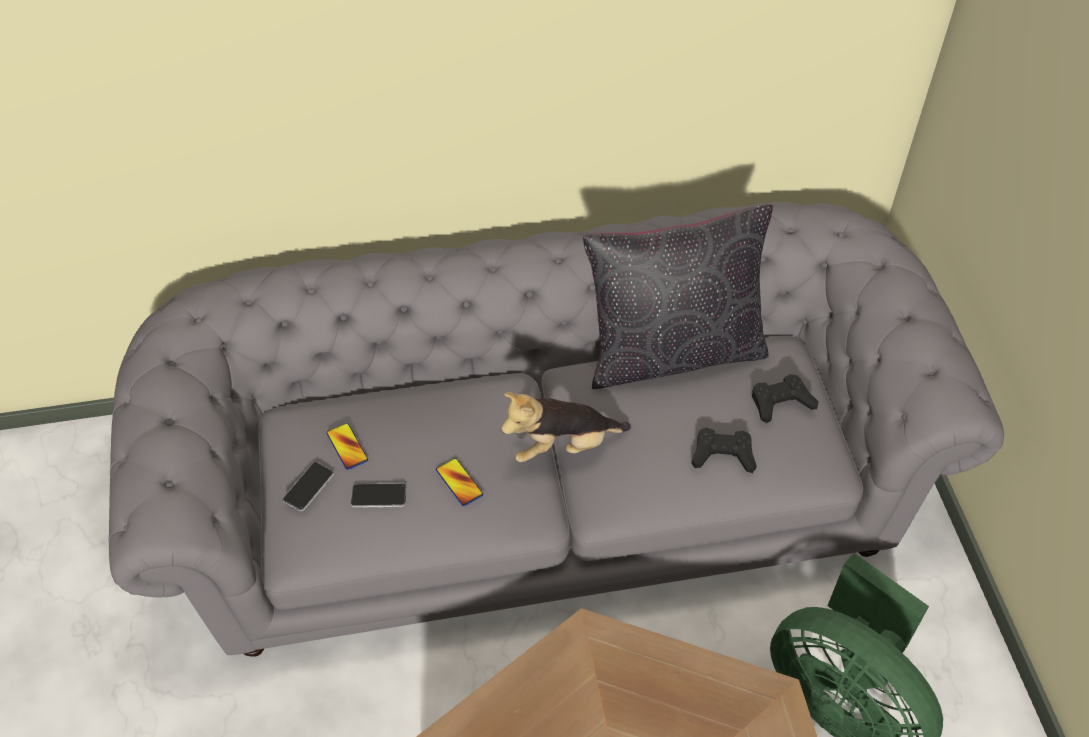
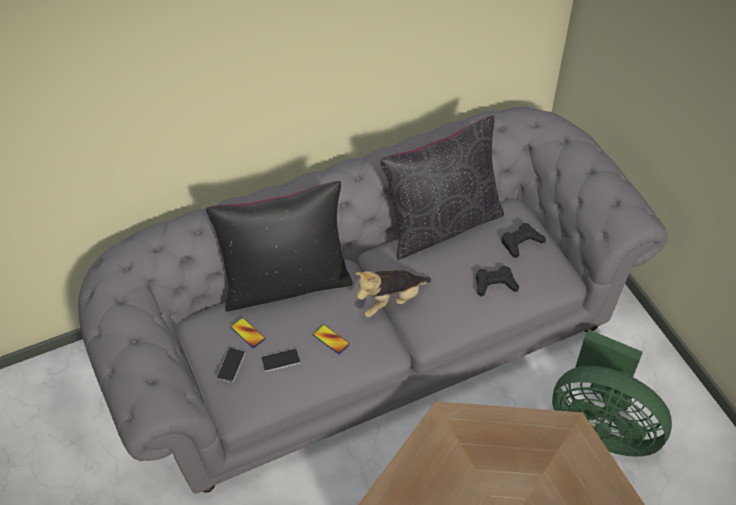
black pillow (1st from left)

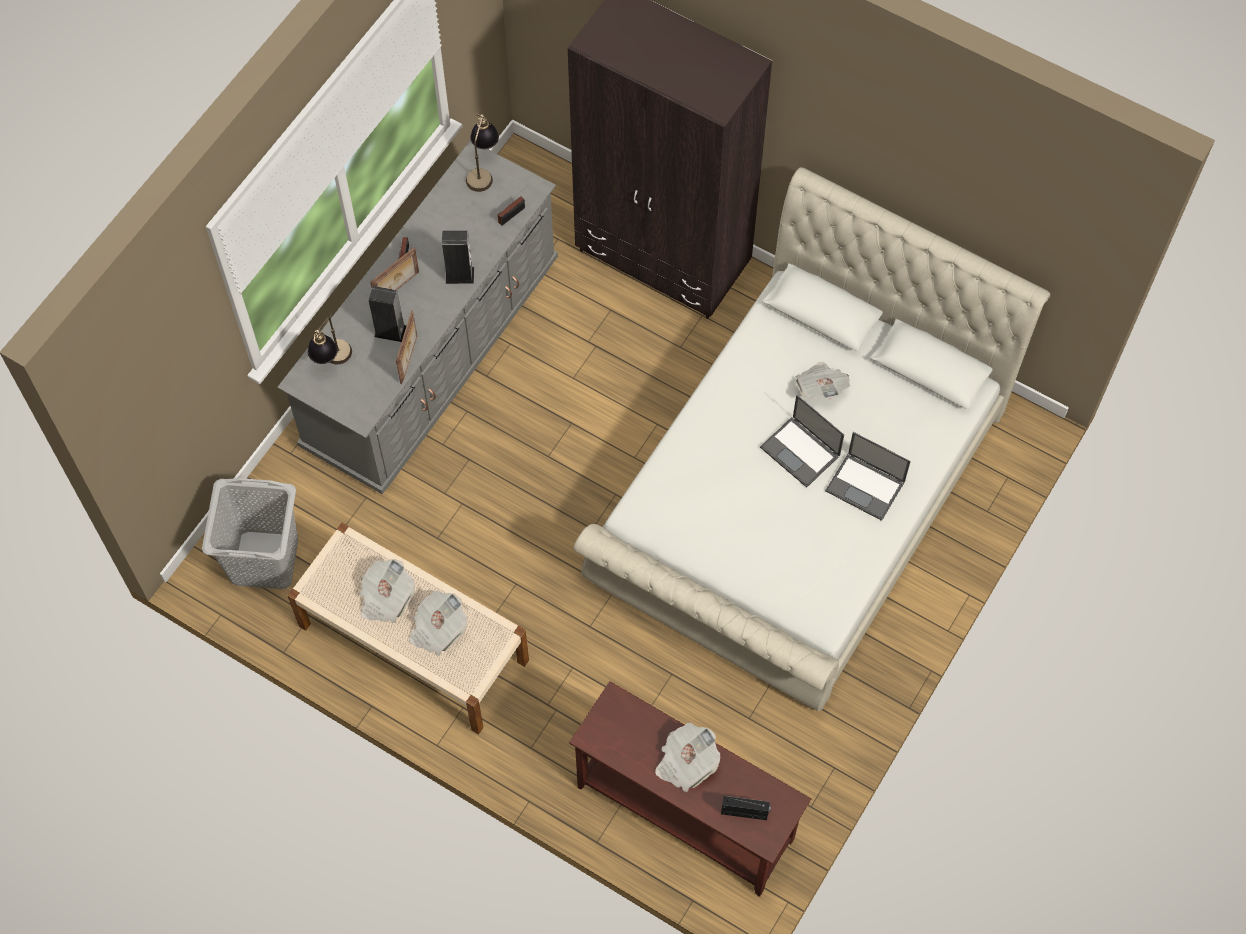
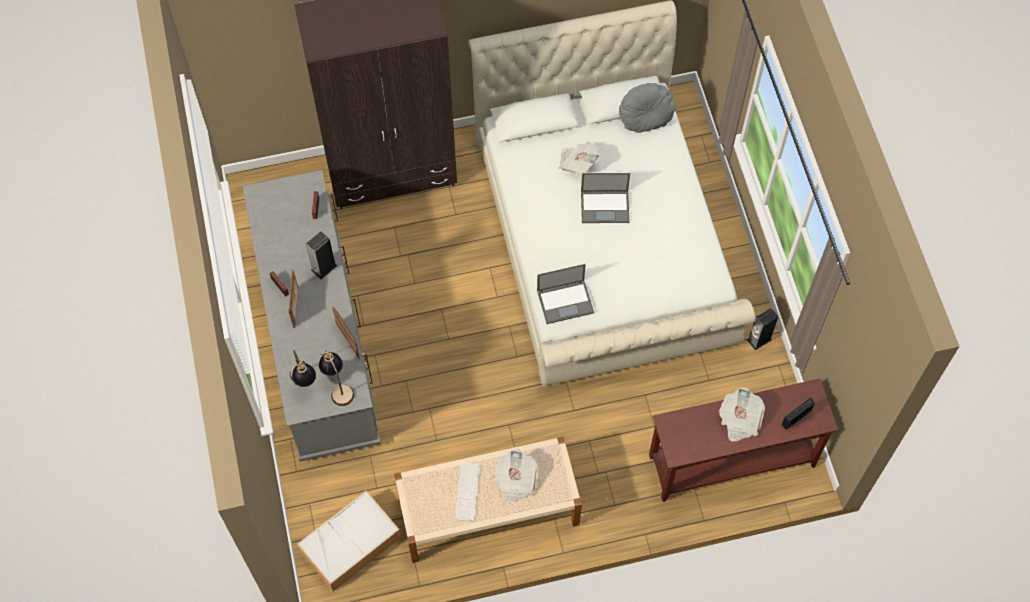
table lamp (2nd from left)
speaker (2nd from left)
laptop (1st from left)
storage box
keyboard
grey pillow

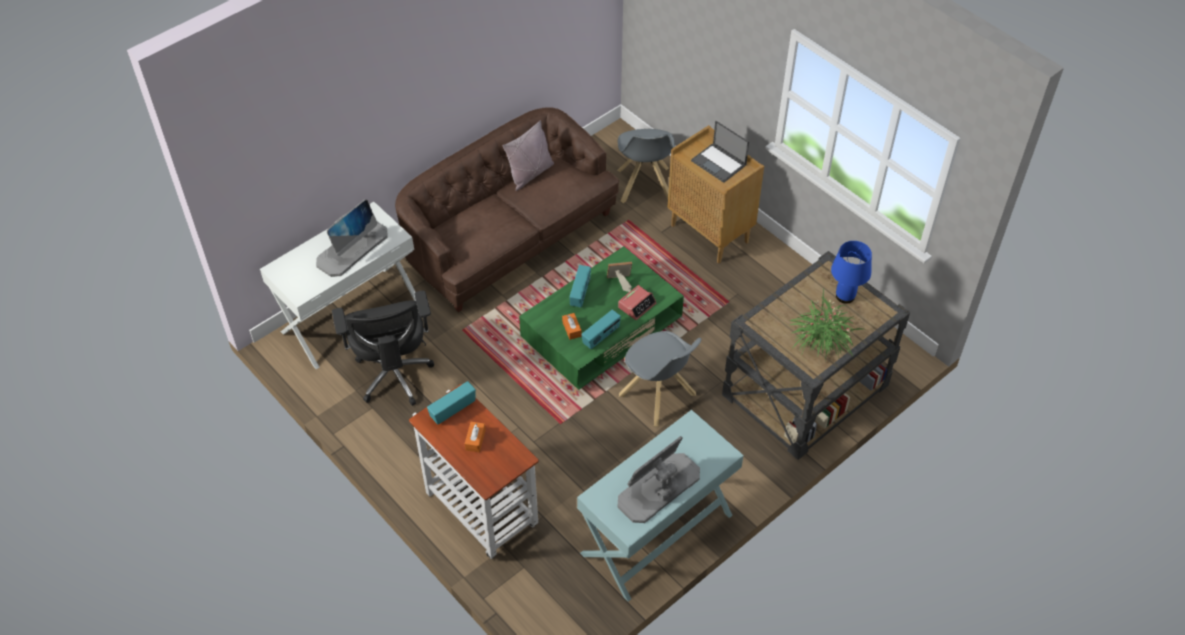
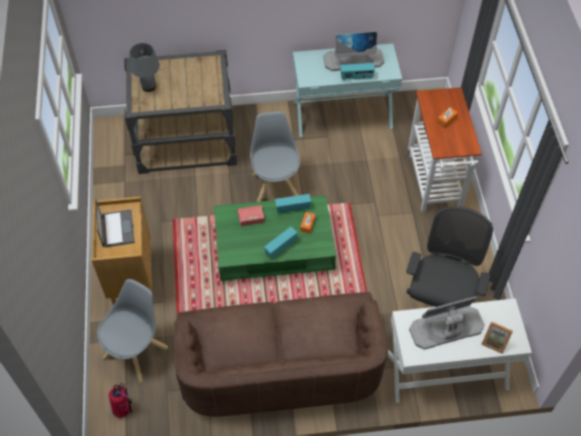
purple pillow
grey table lamp
picture frame
potted plant
radio (3rd from left)
fire extinguisher

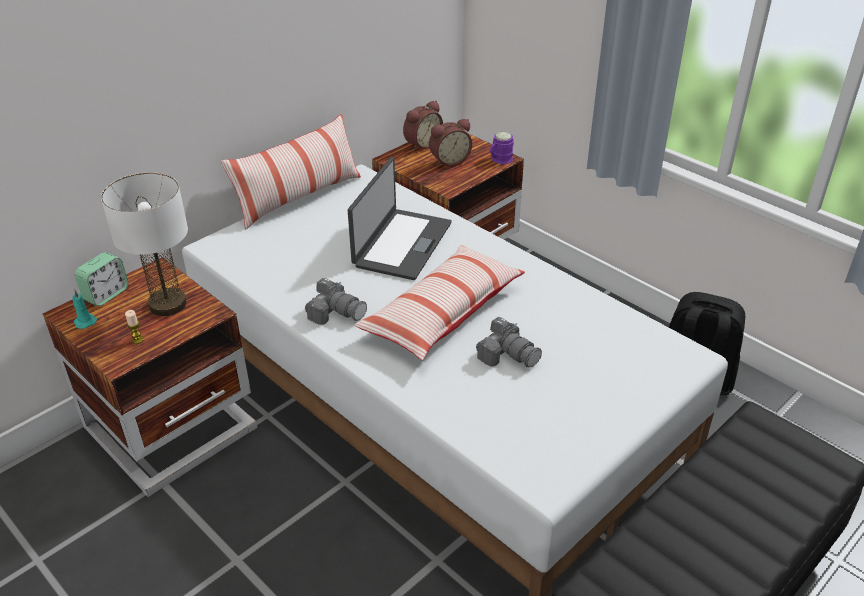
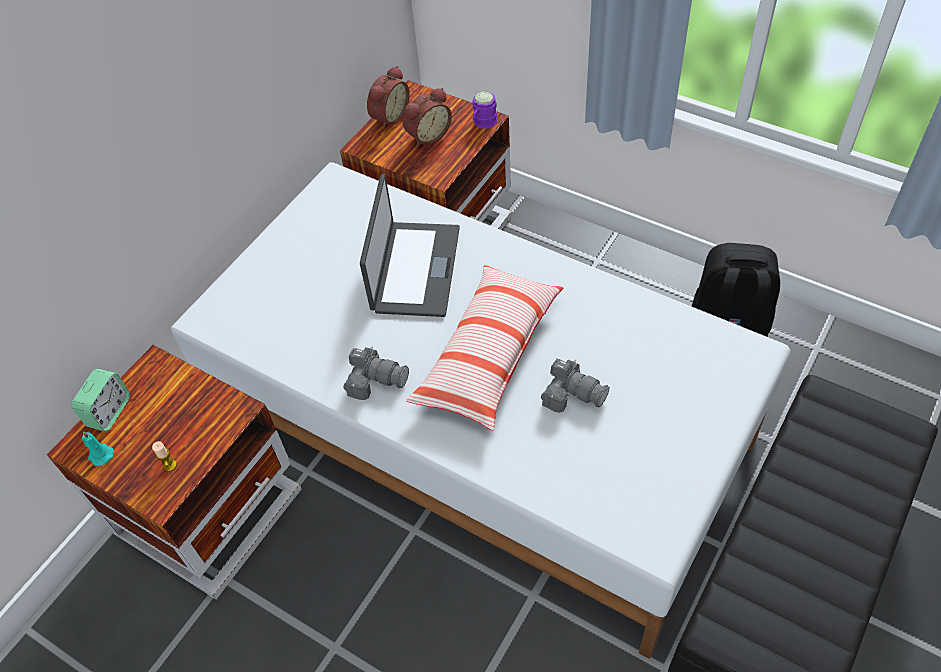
pillow (1st from left in the first image)
table lamp

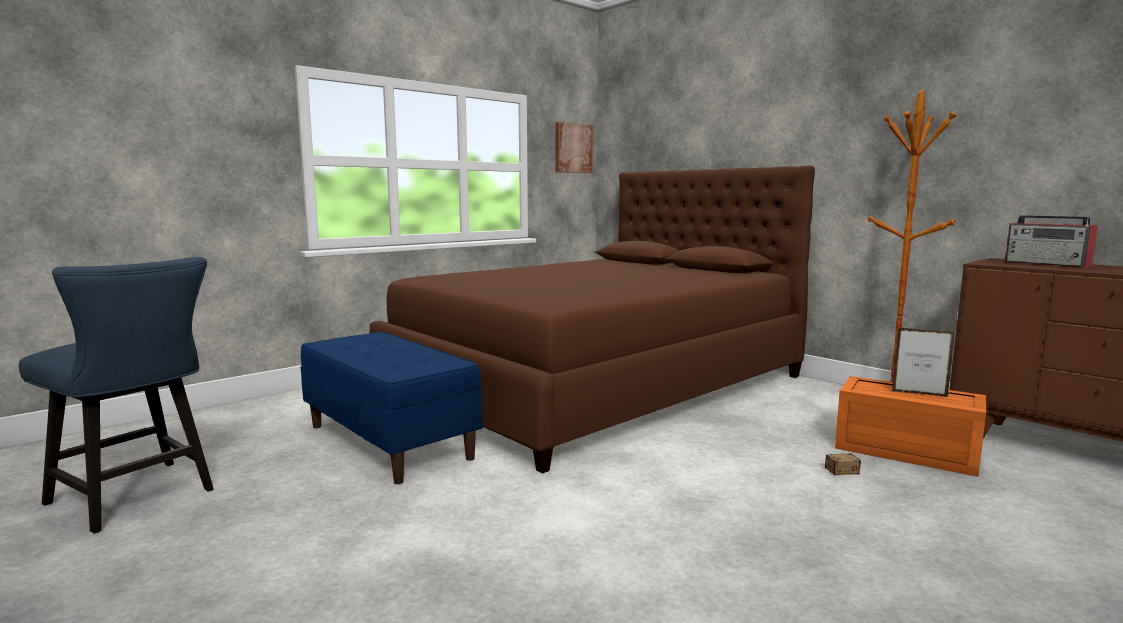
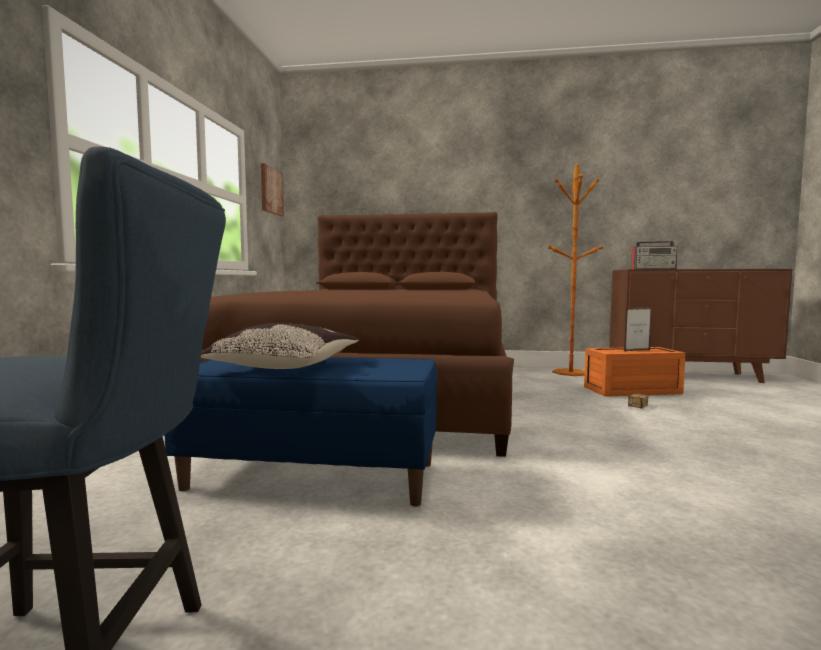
pillow

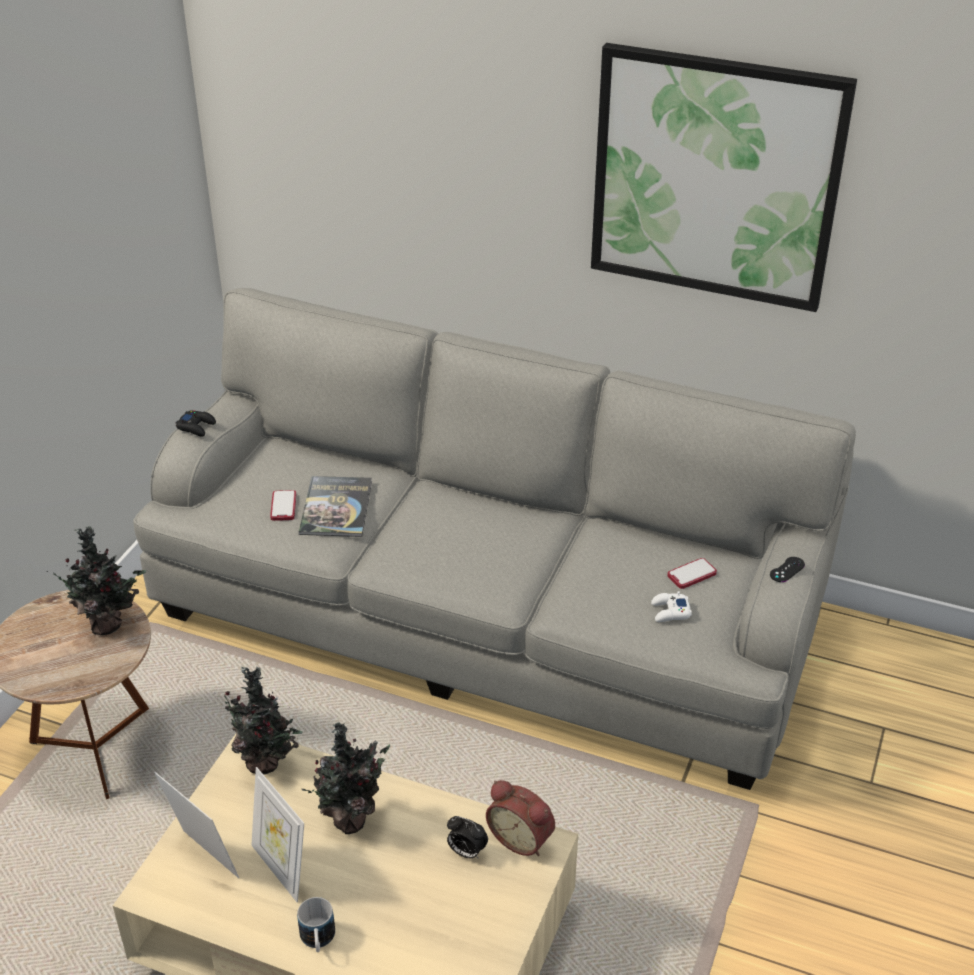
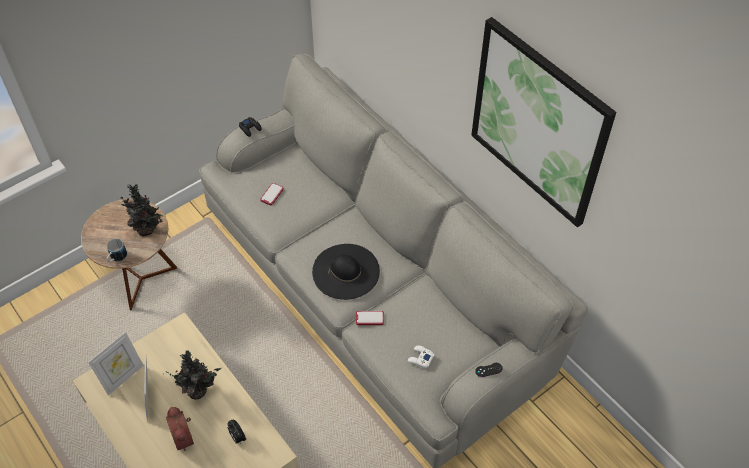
book
phone (2nd from left)
potted plant (2nd from left in the first image)
picture frame (1st from left)
alarm clock (1st from left)
mug
black hat

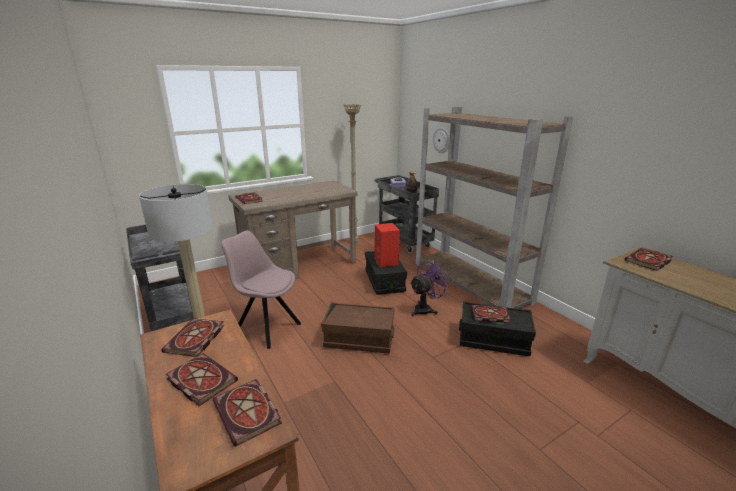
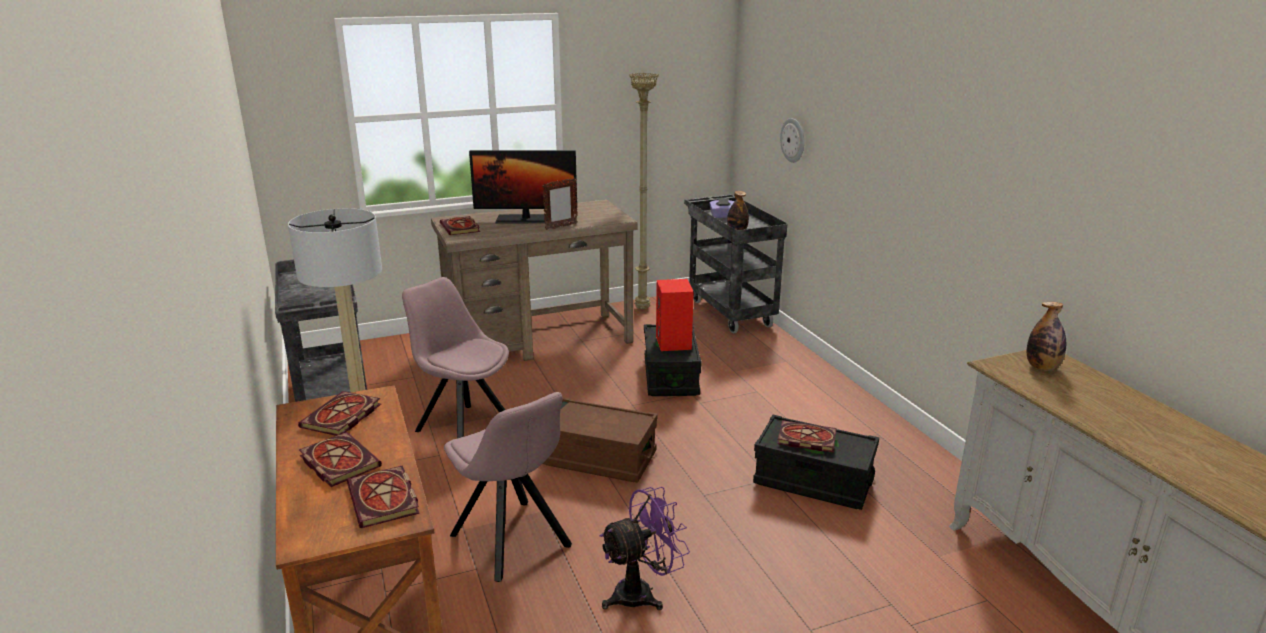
brown bookcase
bottle (2nd from left)
purple fan
monitor
picture frame
pink chair (2nd from left)

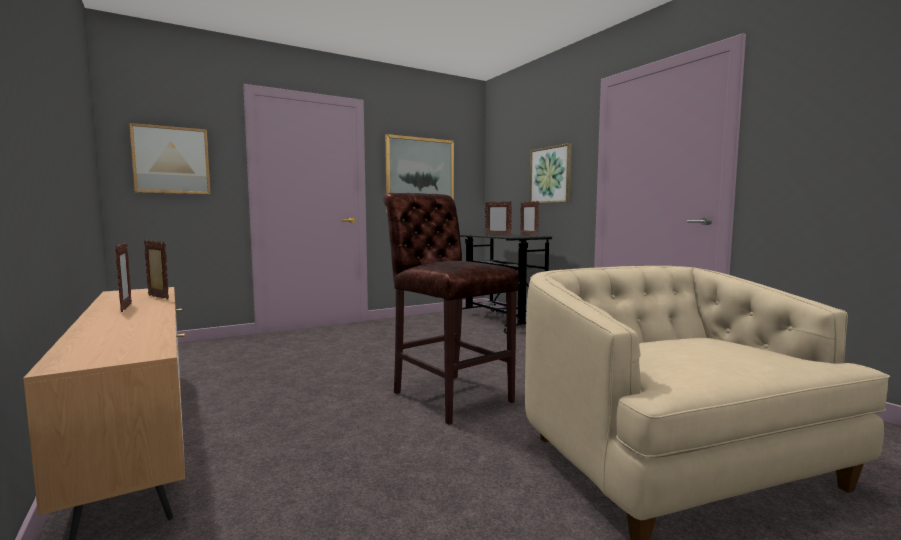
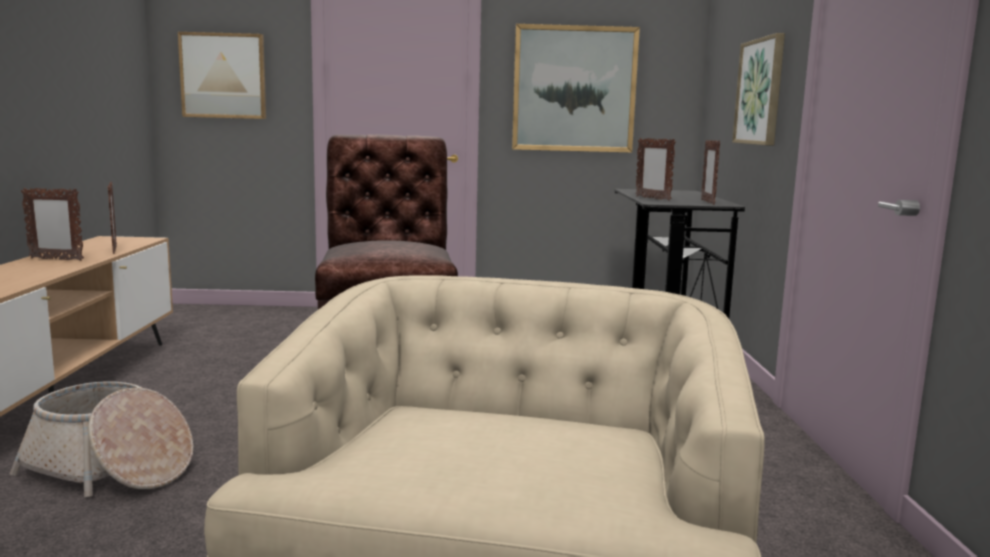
picture frame (1st from left)
basket

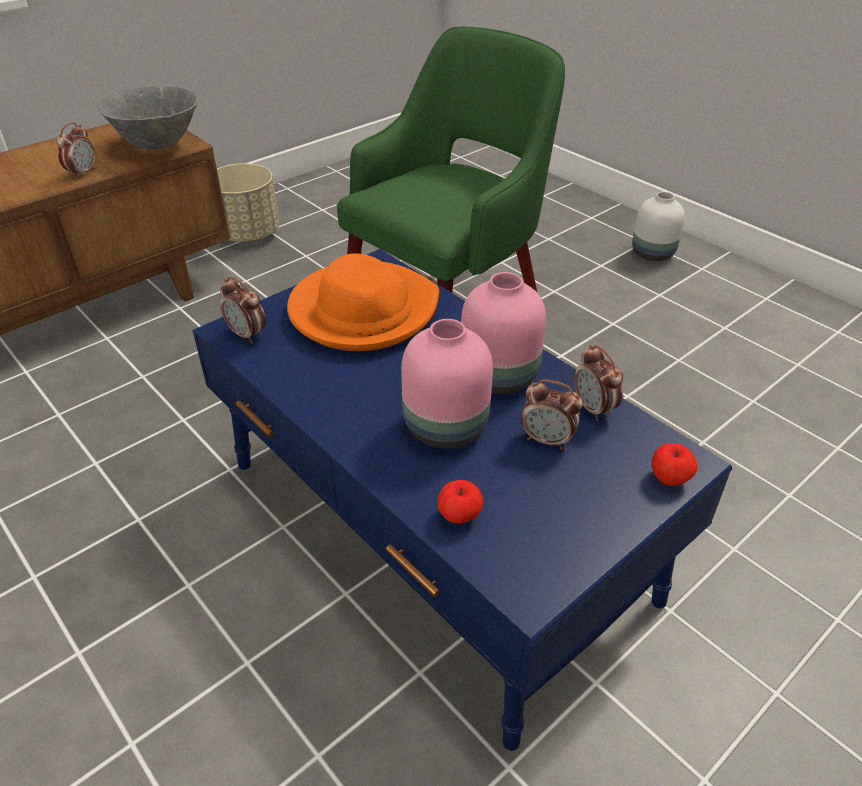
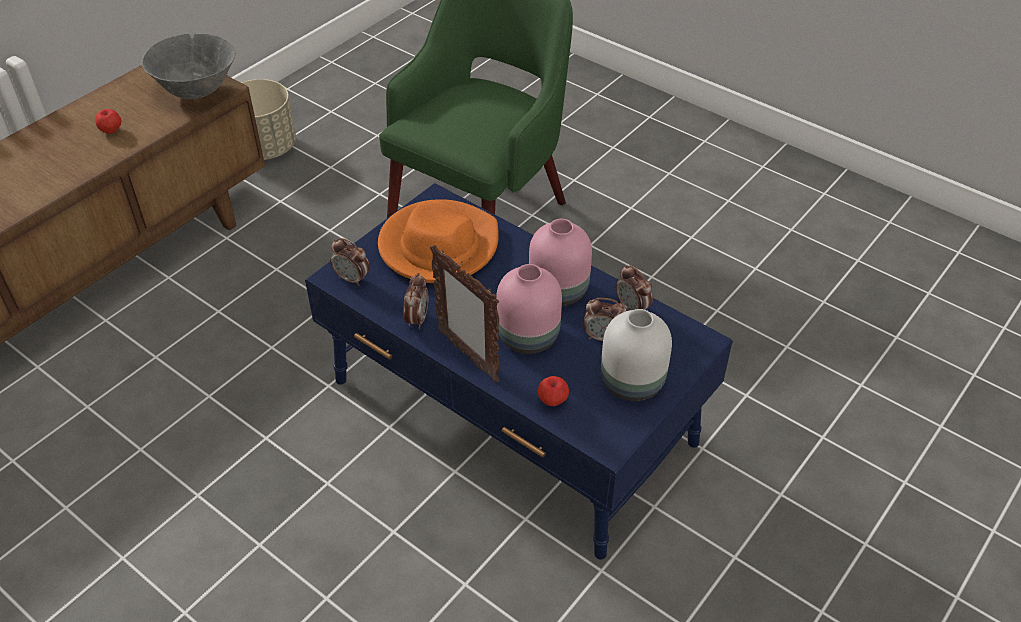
alarm clock (2nd from left)
white vase
apple (1st from left)
picture frame

